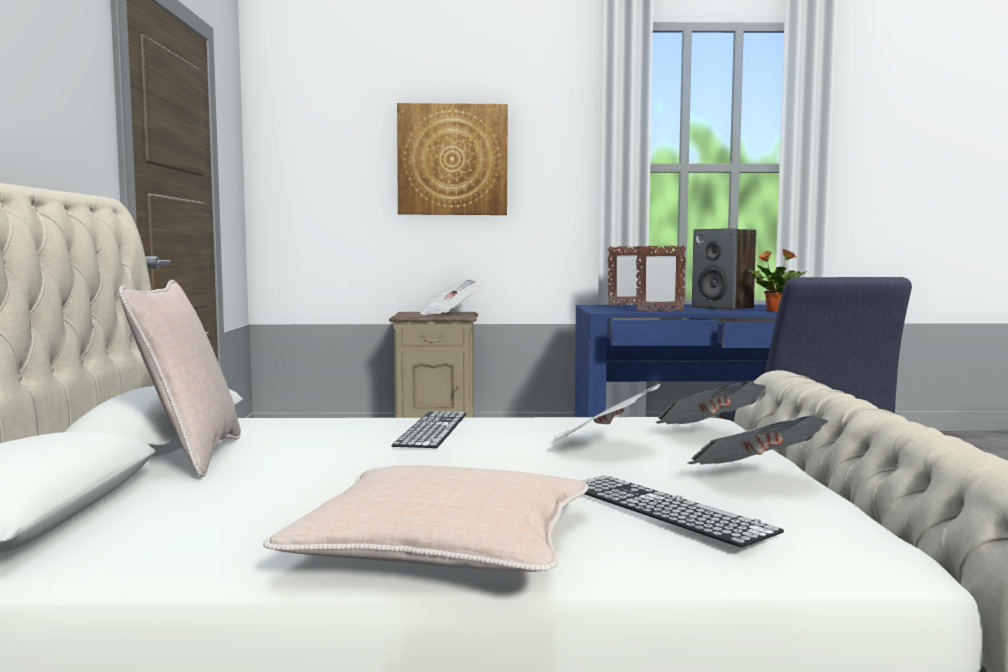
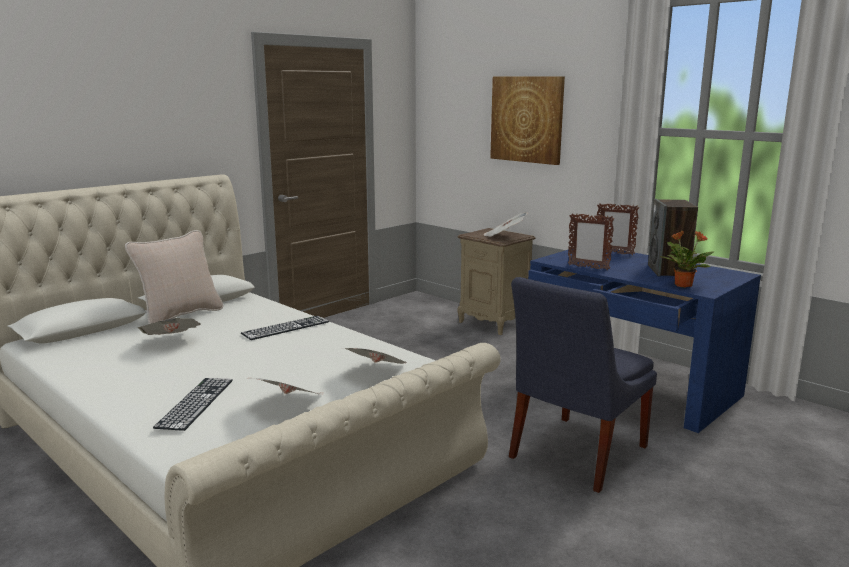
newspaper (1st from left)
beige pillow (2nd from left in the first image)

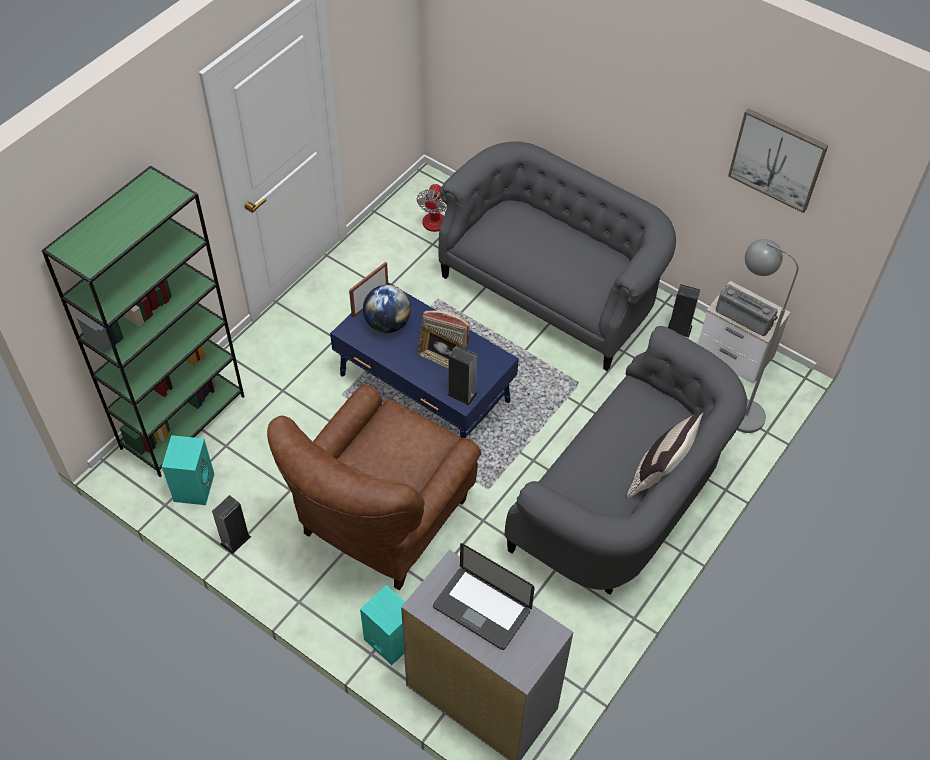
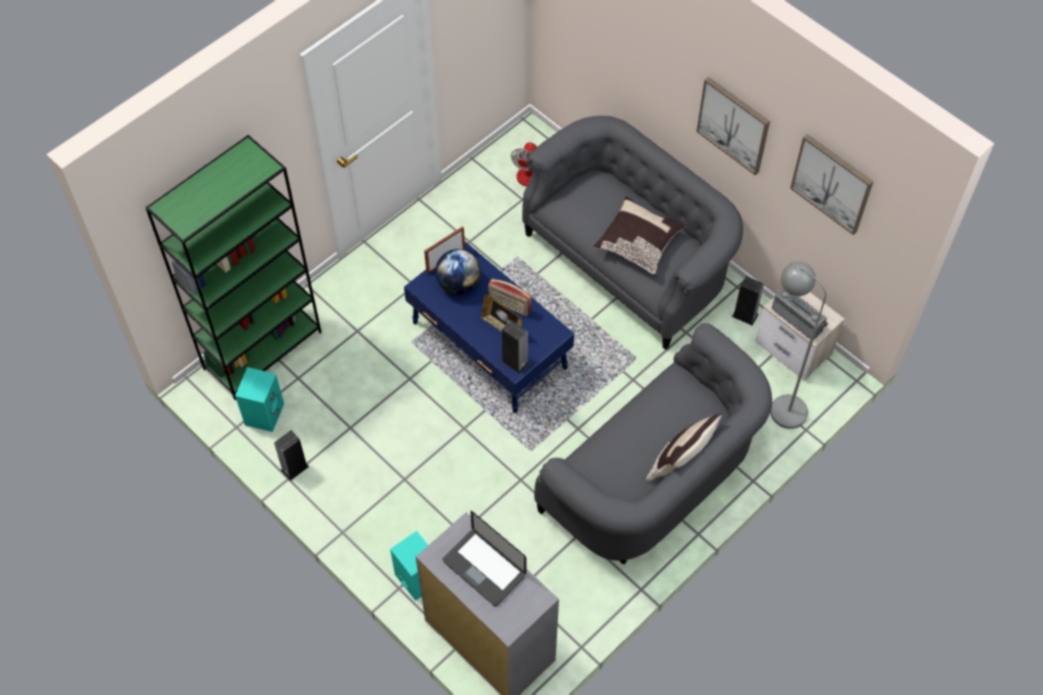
brown armchair
picture (1st from left)
pillow (1st from left)

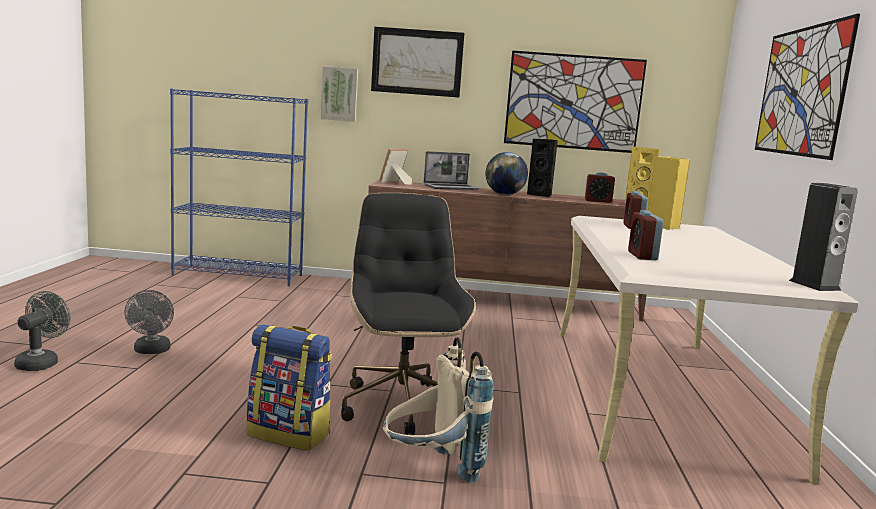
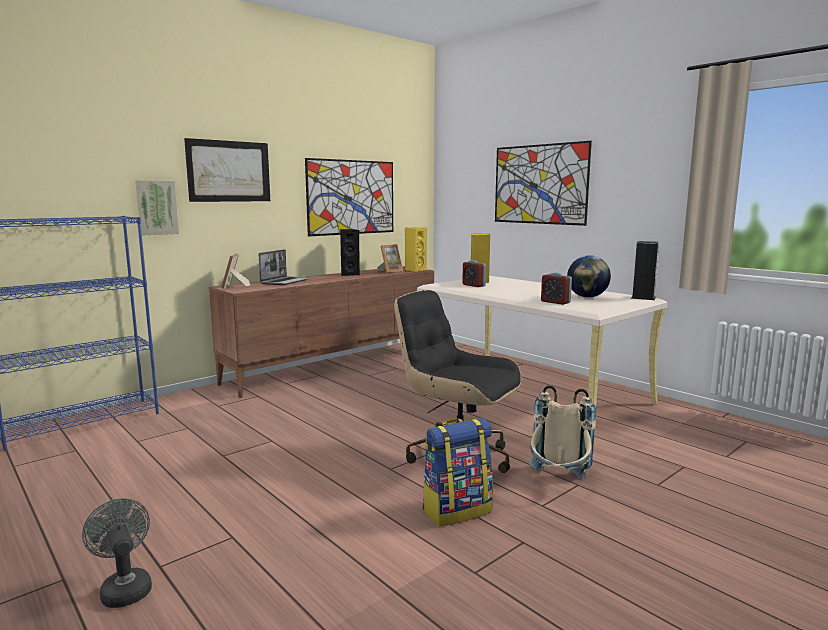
globe
picture frame (2nd from left)
grey fan (2nd from left in the first image)

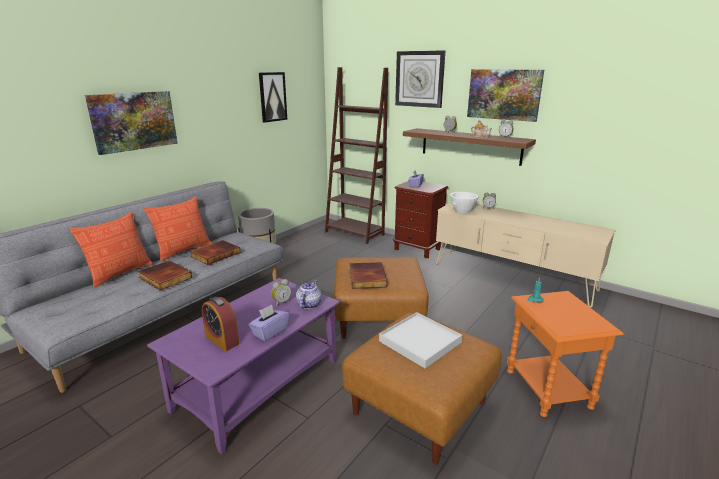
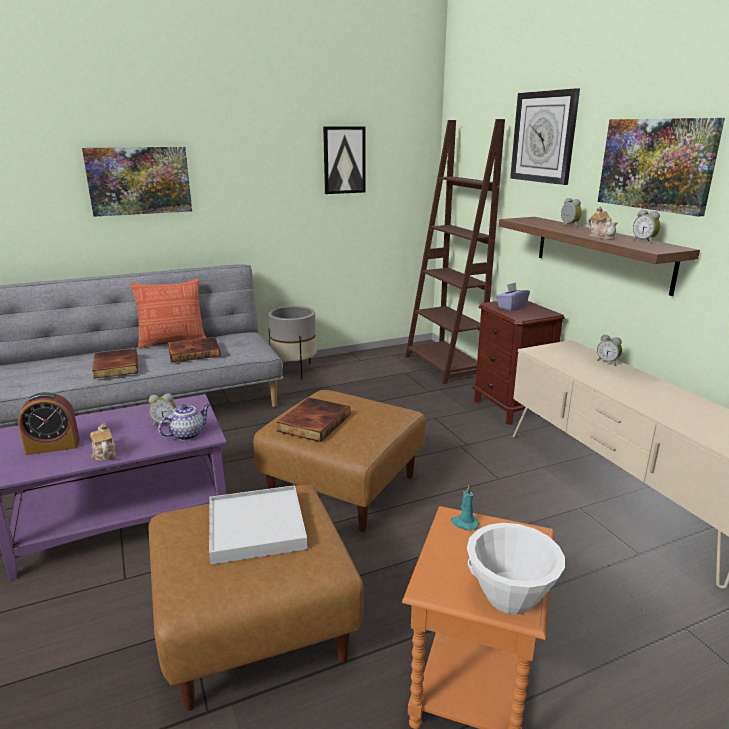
white bowl
orange pillow (1st from left in the first image)
alarm clock (1st from left)
teapot (1st from left)

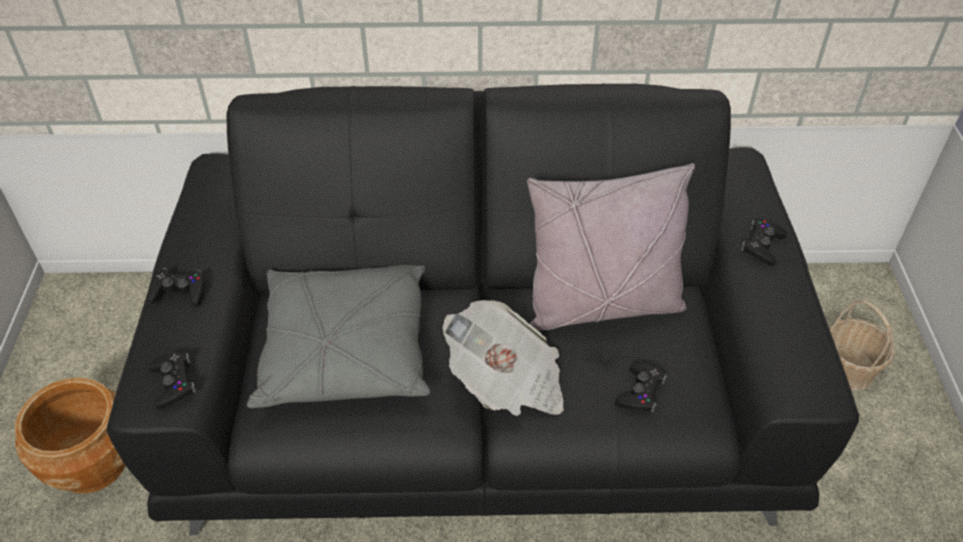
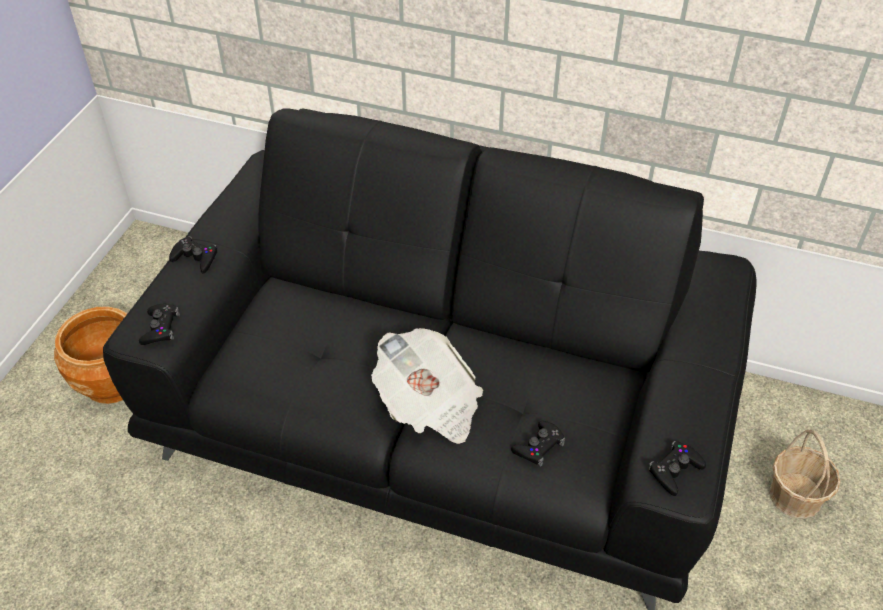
purple pillow
black game controller (4th from left)
grey pillow

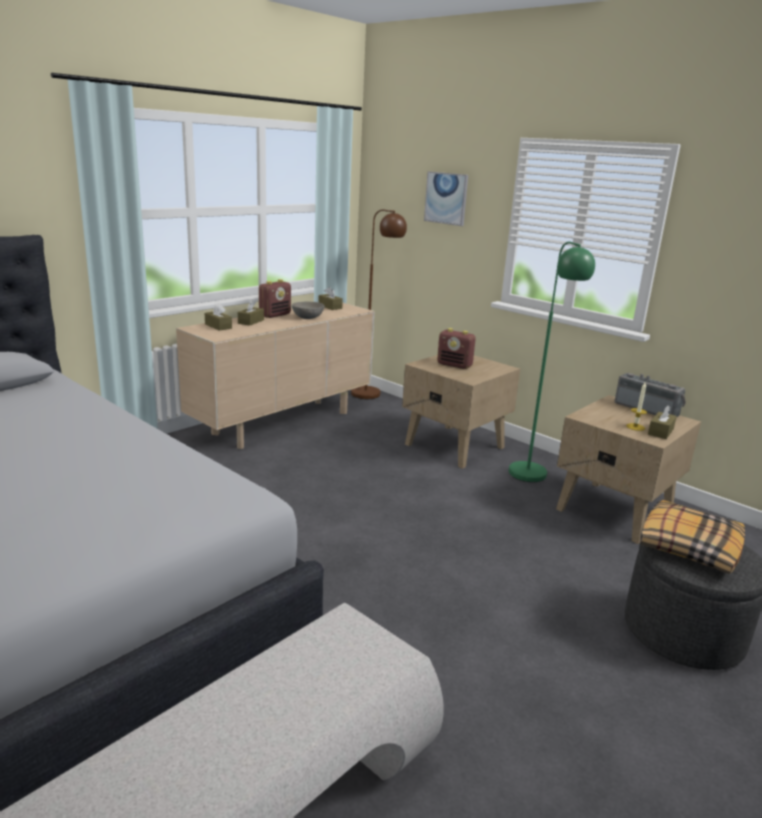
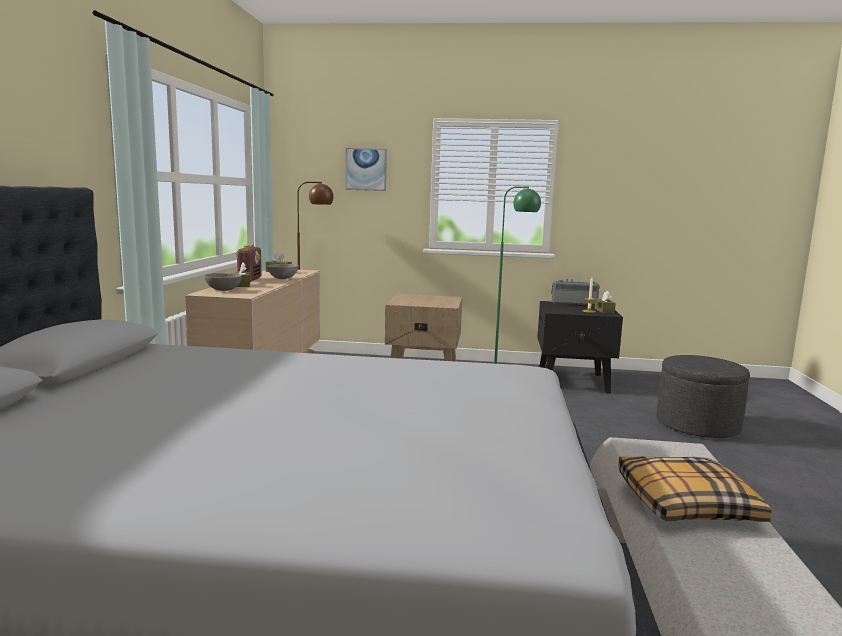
grey bowl (1st from left)
radio (2nd from left in the first image)
black nightstand
pillow

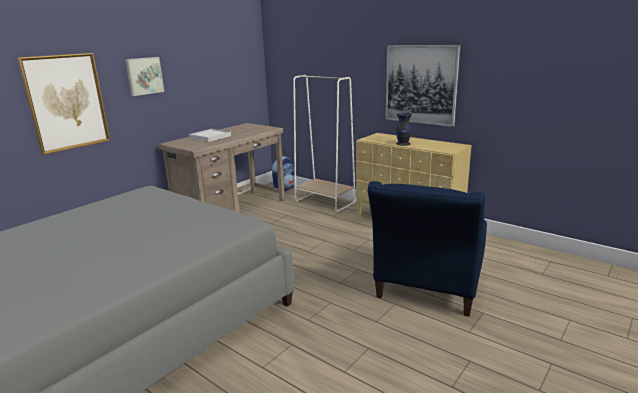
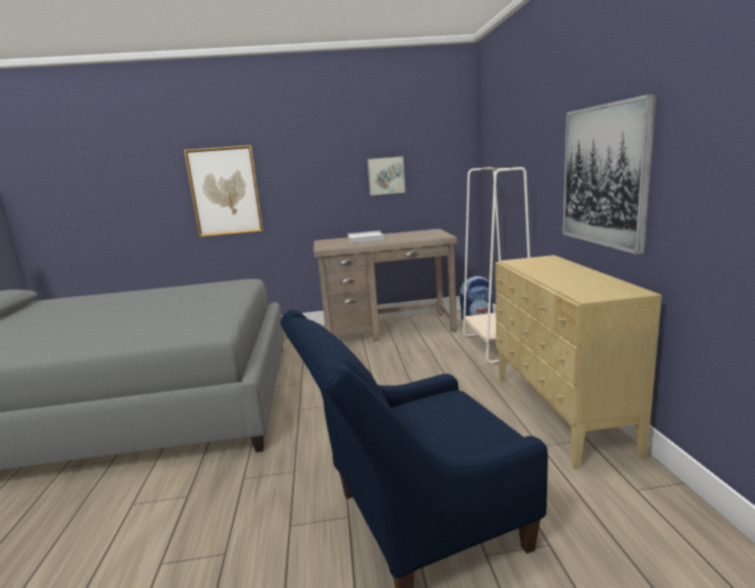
picture (2nd from left)
black vase

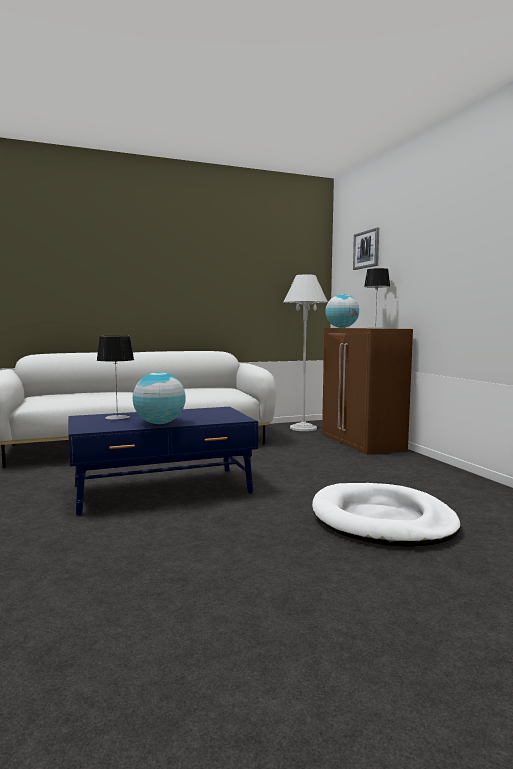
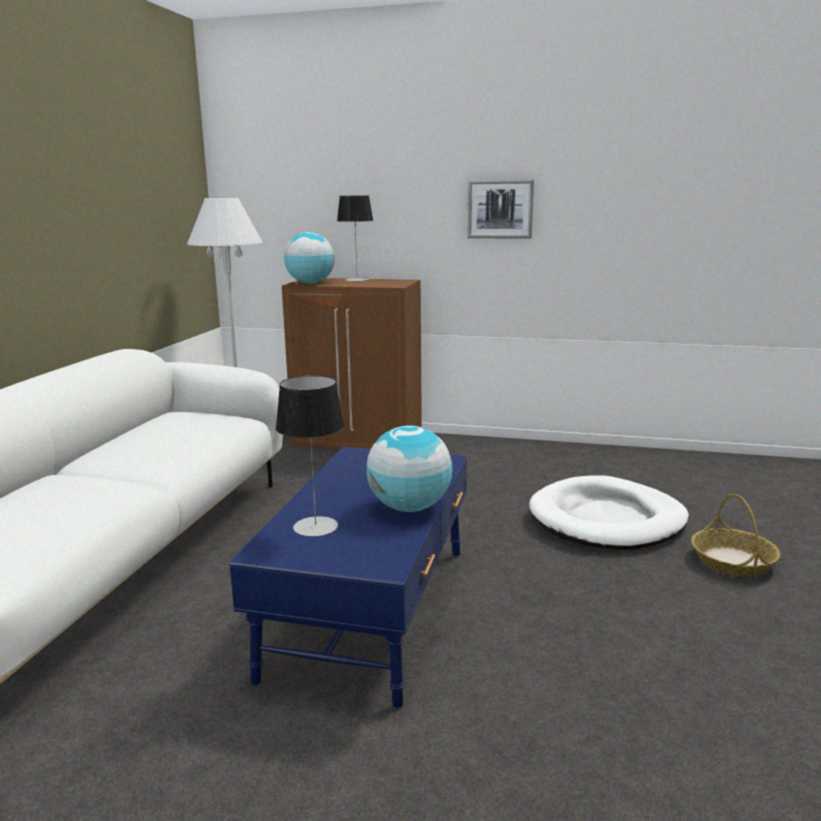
picture
basket

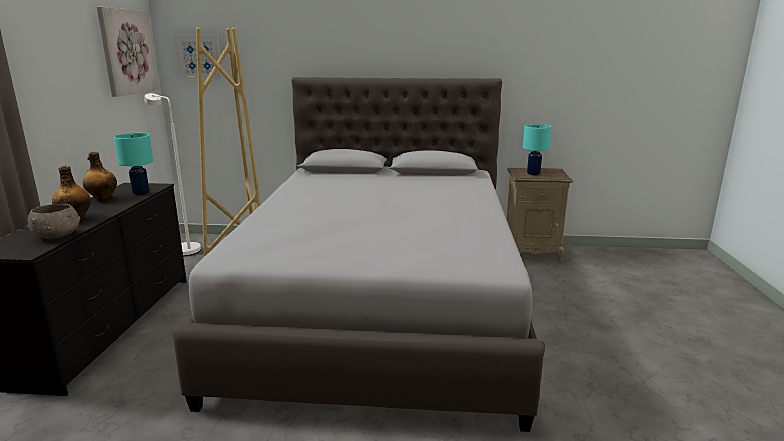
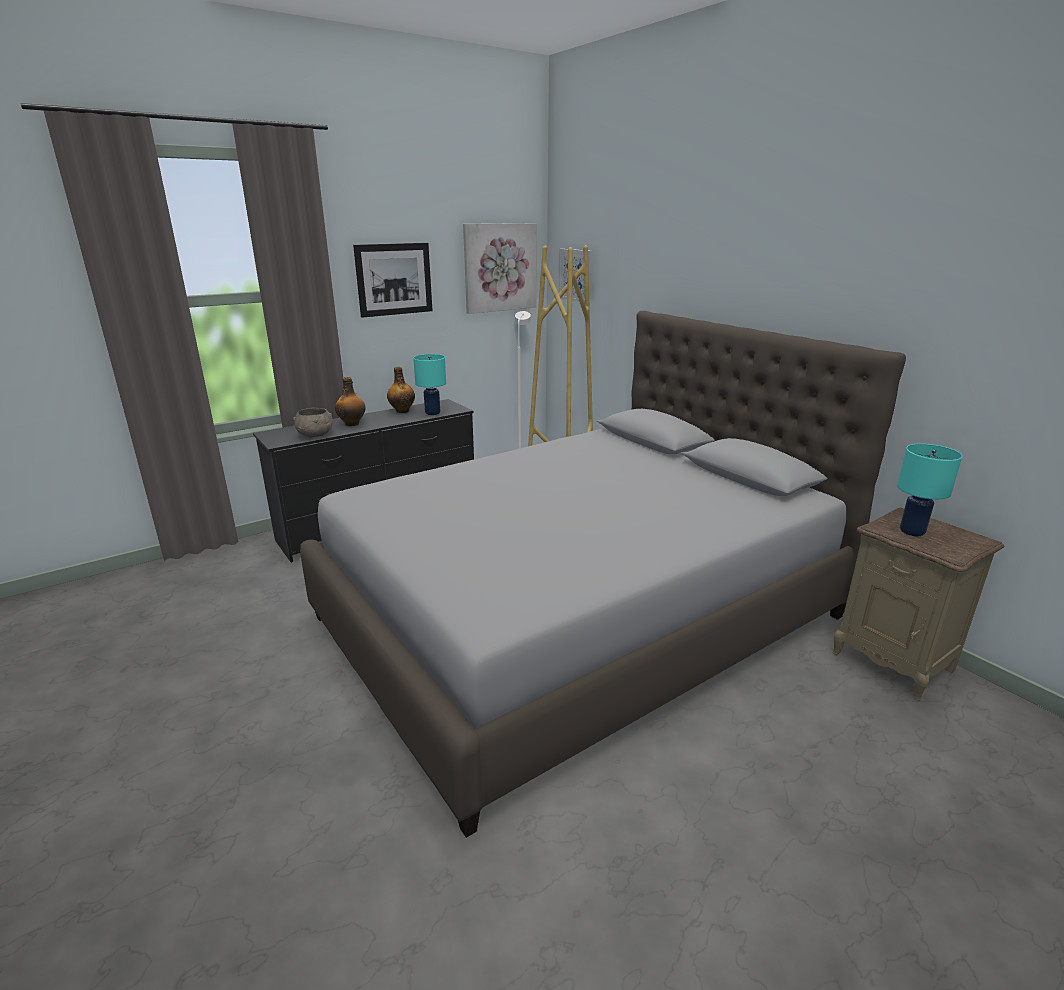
picture (1st from left)

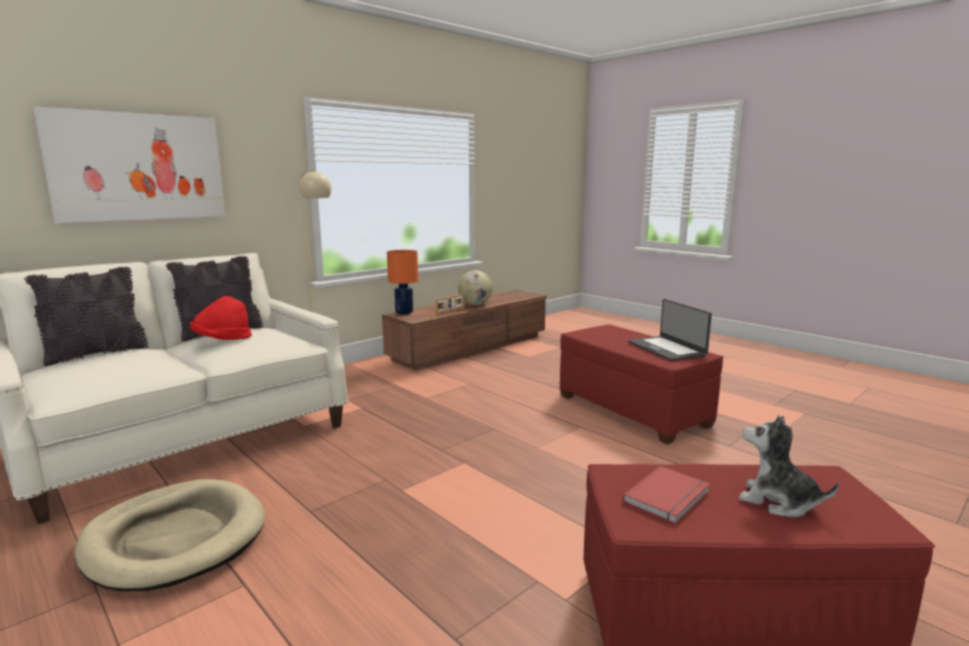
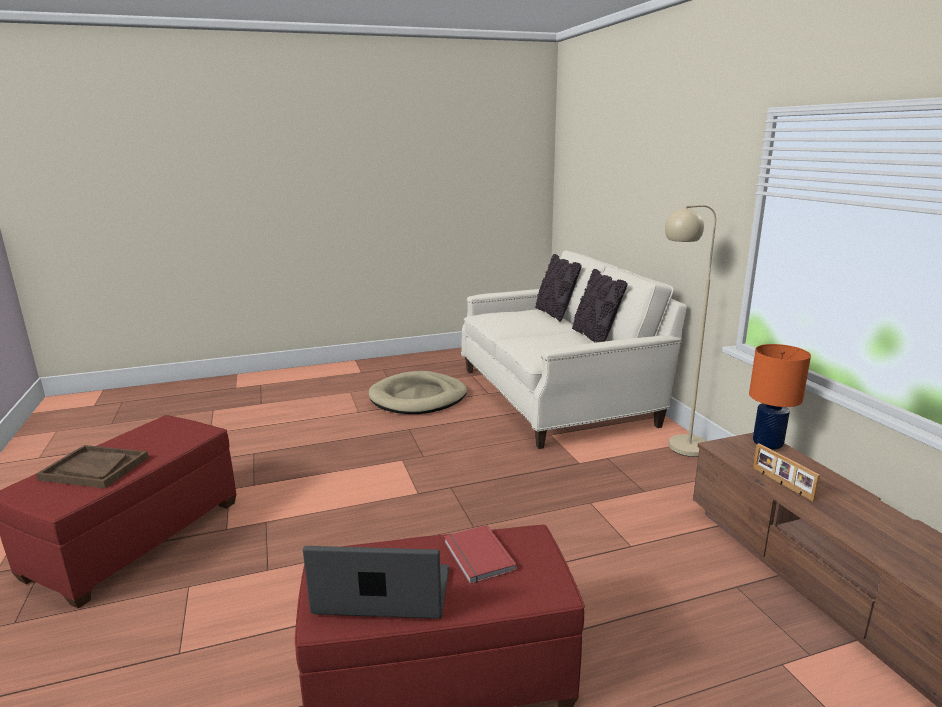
picture
globe
red hat
brown tray
red book

